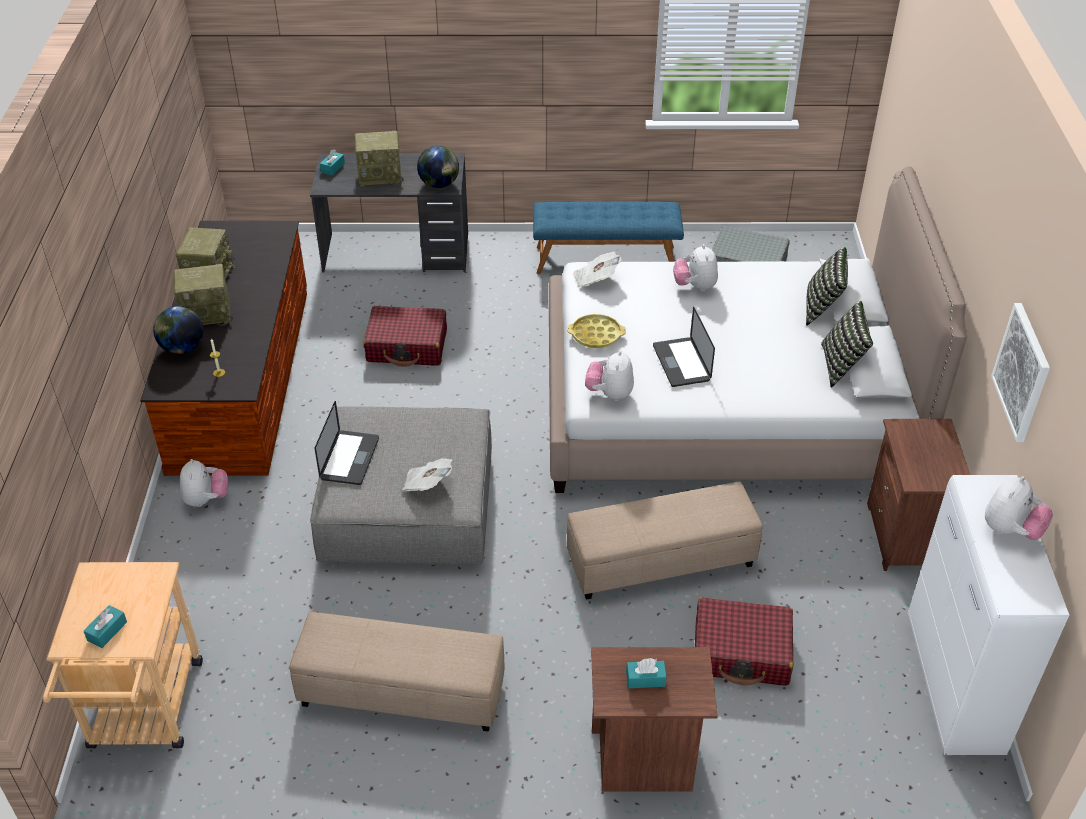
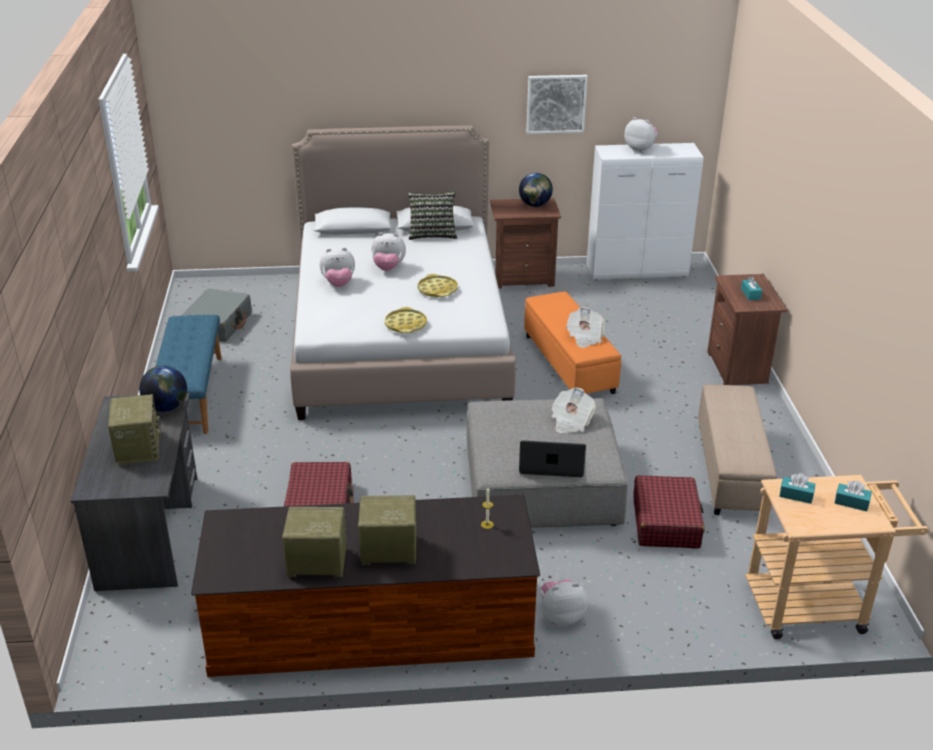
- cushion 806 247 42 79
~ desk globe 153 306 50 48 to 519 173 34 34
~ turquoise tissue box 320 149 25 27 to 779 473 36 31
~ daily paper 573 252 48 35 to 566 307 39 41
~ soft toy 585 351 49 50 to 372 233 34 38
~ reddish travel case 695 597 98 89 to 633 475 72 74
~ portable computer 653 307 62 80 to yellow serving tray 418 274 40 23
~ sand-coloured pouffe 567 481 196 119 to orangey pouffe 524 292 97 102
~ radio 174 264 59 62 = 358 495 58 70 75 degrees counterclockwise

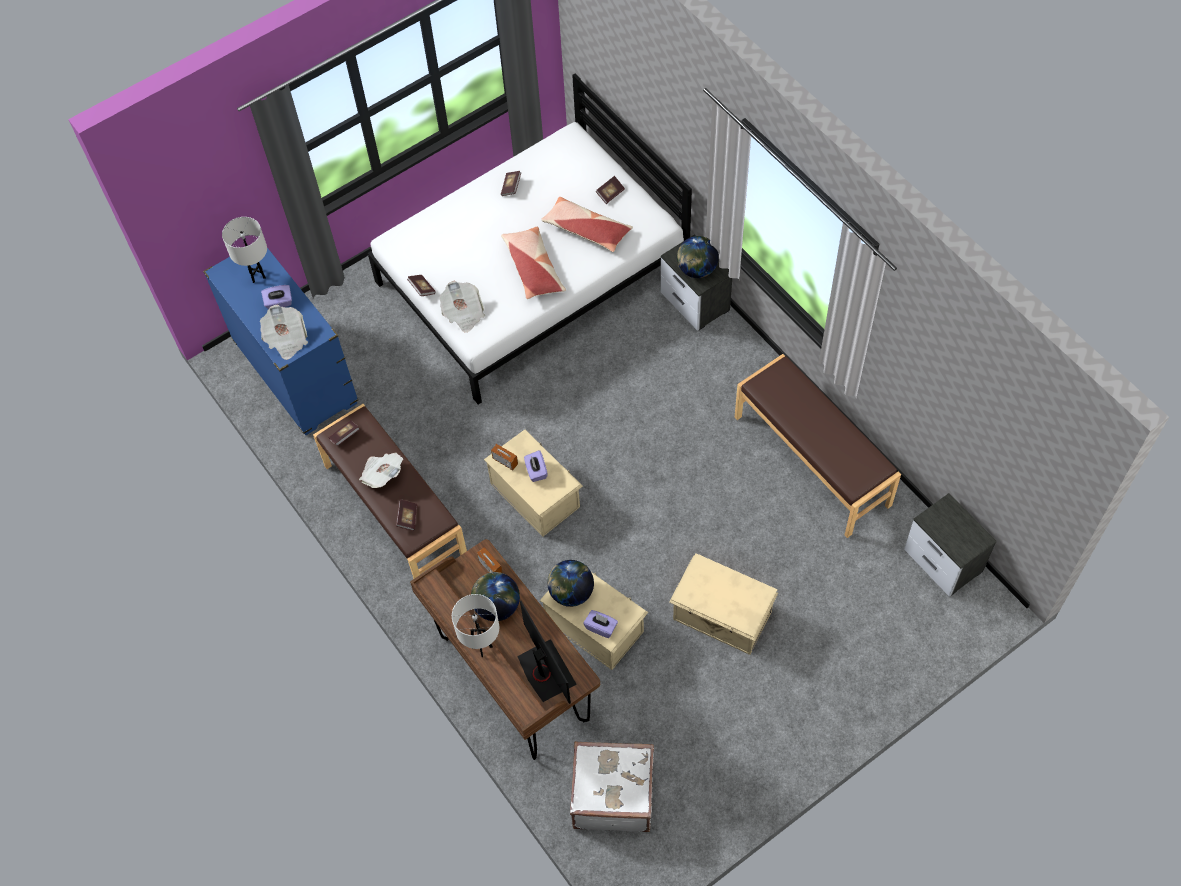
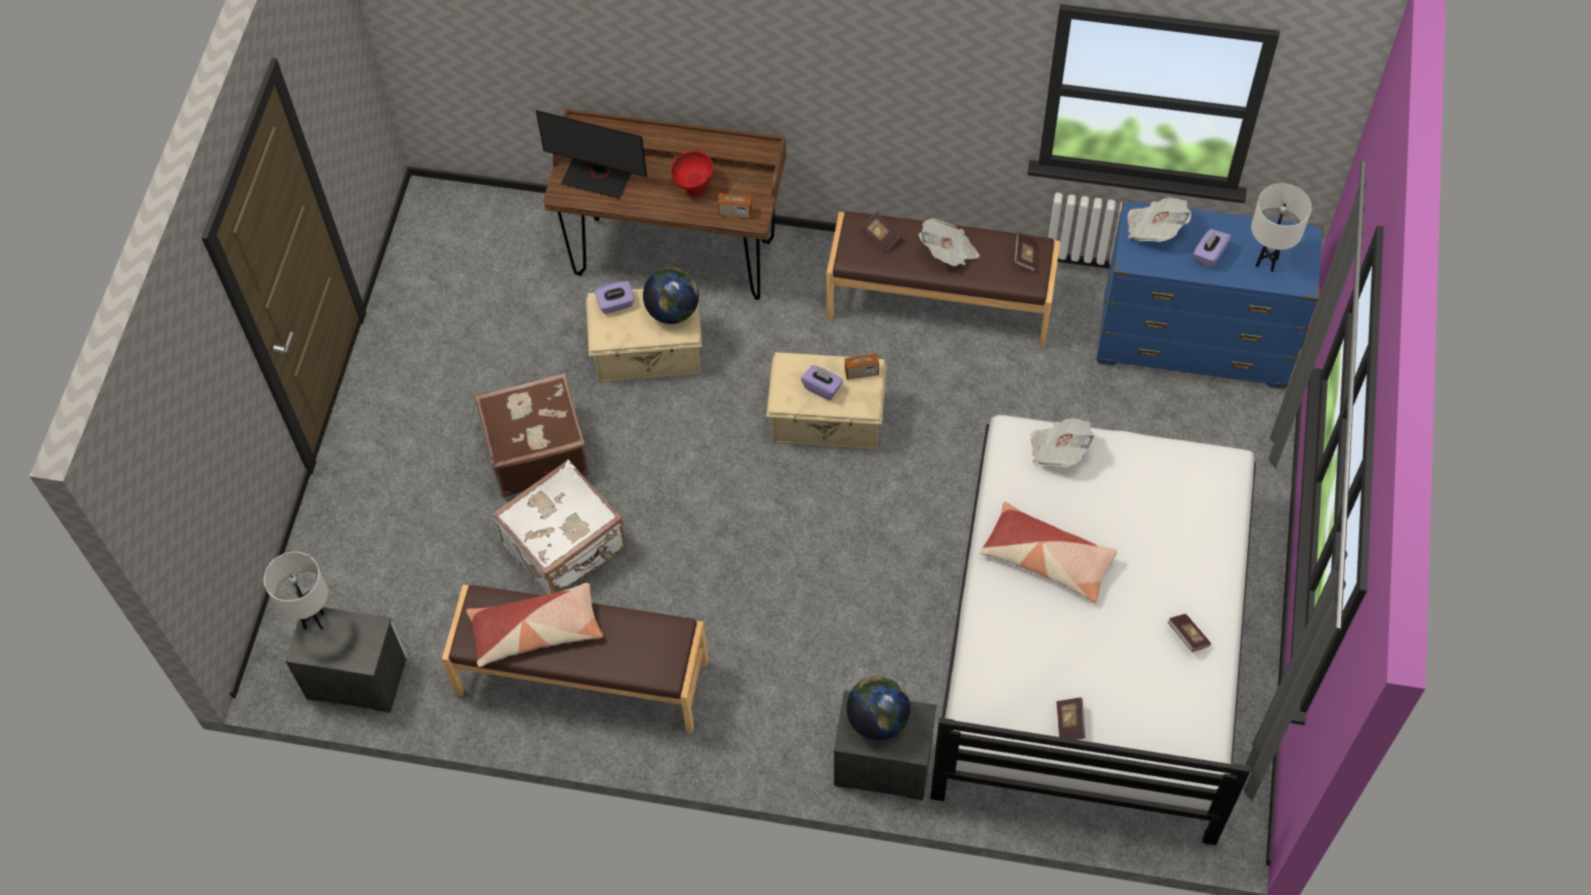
- volume 407 275 29 21
~ whitish table lamp 452 594 47 63 to 264 552 64 78
~ cushion 541 197 92 55 to 466 583 137 84
~ whitish travel case 570 741 84 91 to 493 460 134 134
~ desk globe 471 572 49 49 to reddish bowl 671 151 43 45
~ sand-coloured storage bin 669 553 109 102 to brown travel case 475 373 115 124

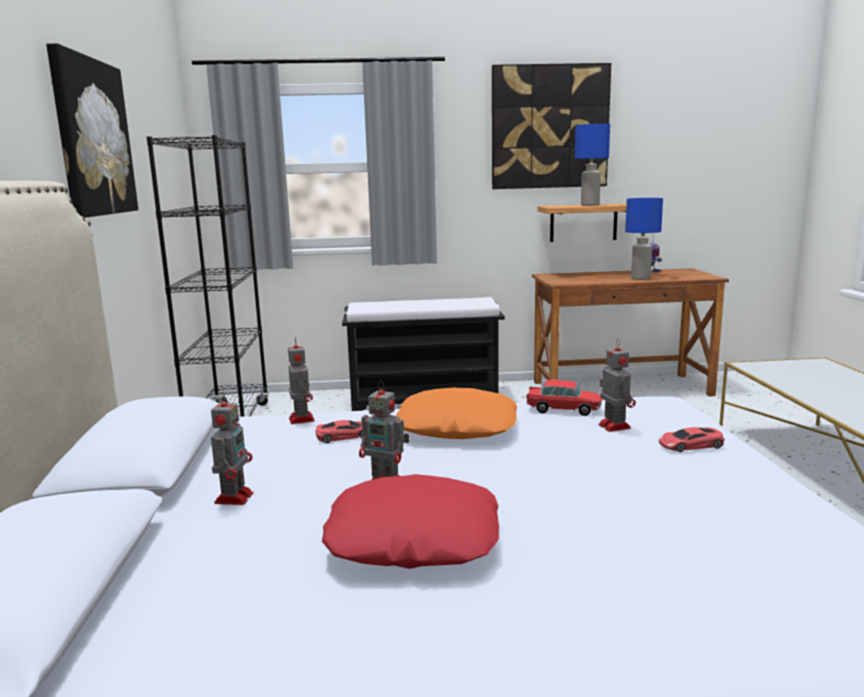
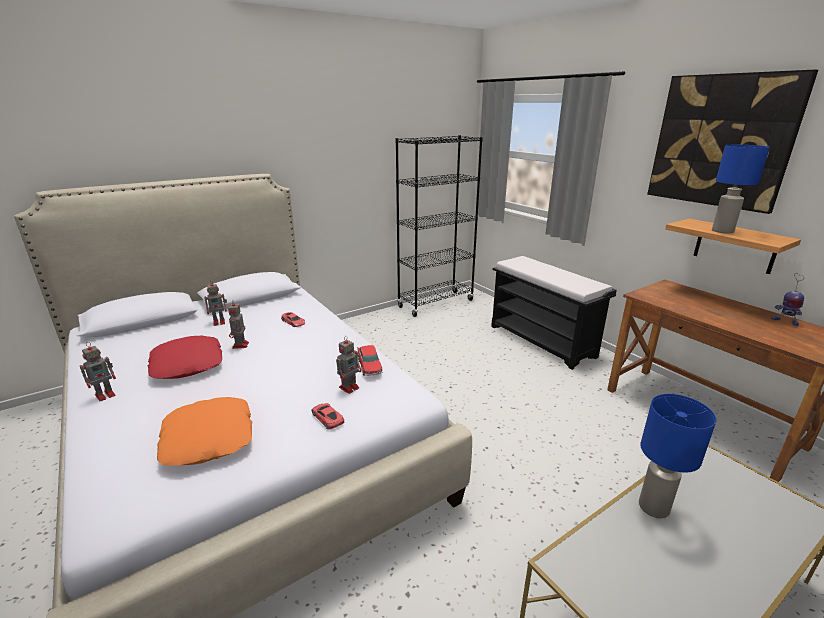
- wall art 46 43 92 175
~ model robot 288 337 27 87 to 80 342 36 59
~ orangey cushion 396 387 121 52 to 157 397 95 68
~ bluish table lamp 625 198 38 82 to 639 394 77 124

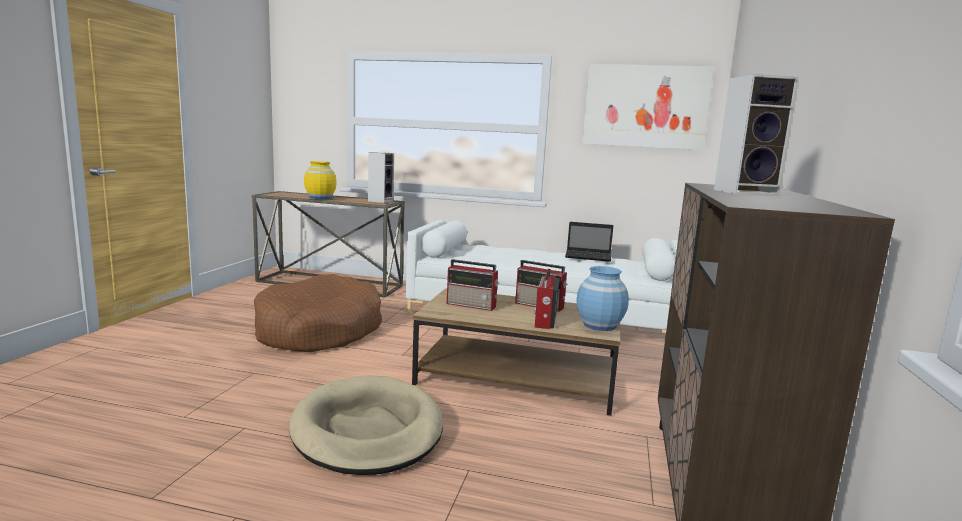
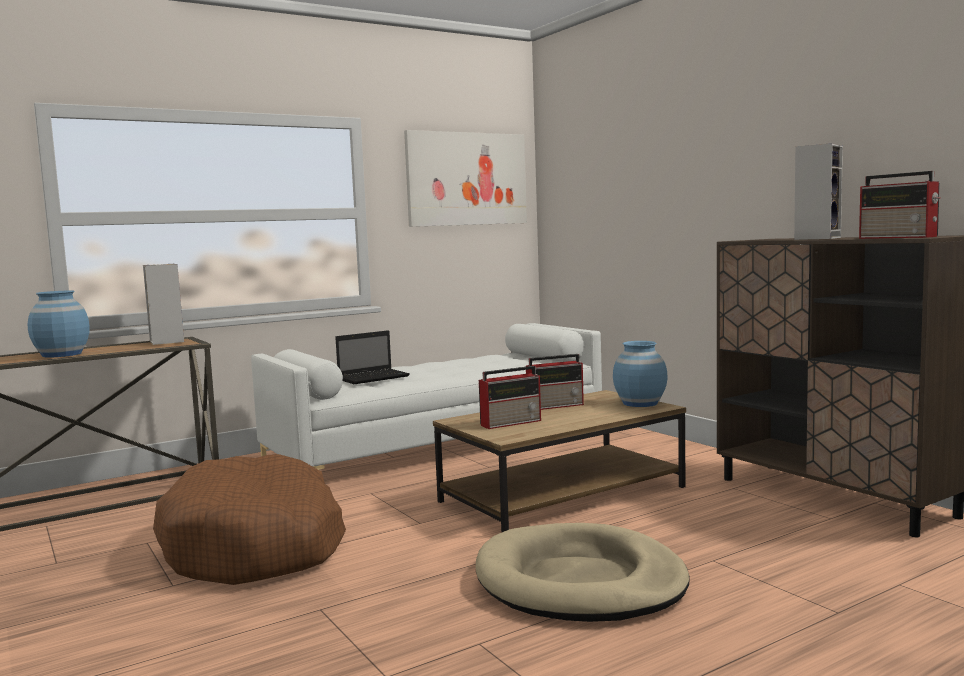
~ radio 534 269 25 60 to 859 171 82 68
~ portable computer 565 222 48 40 to 335 330 75 54
~ yellow vase 304 161 33 38 to bluish vase 28 290 62 68

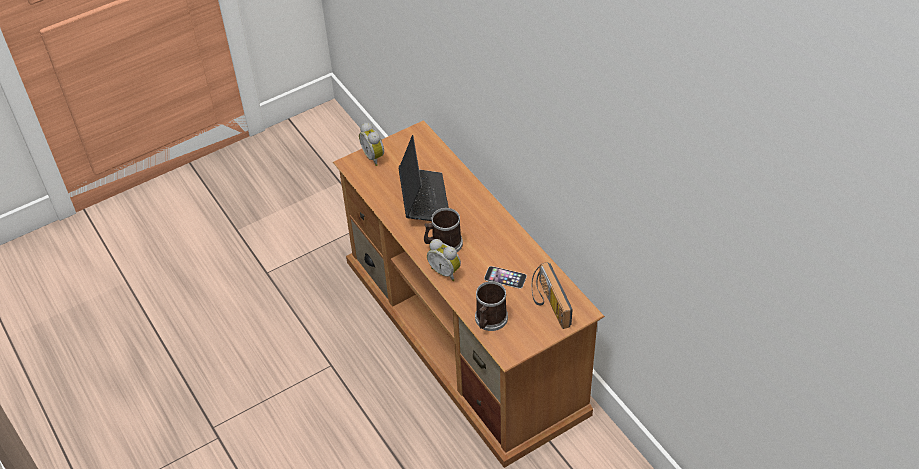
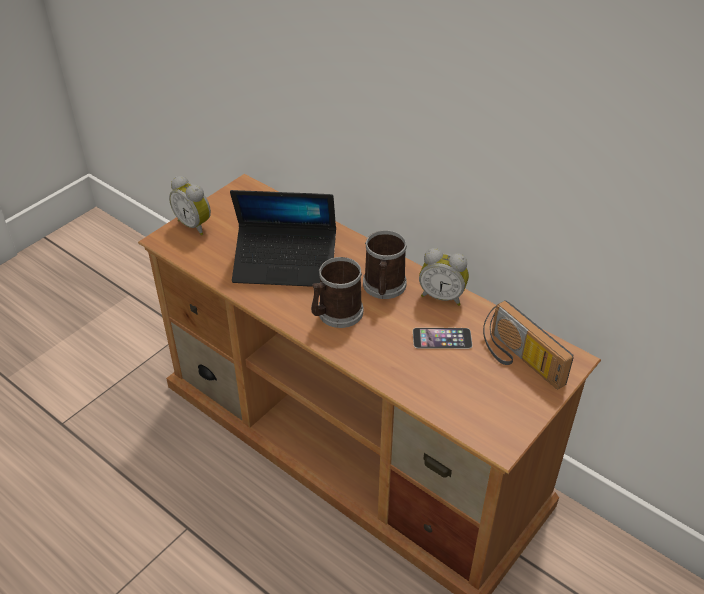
~ table clock 427 239 34 42 to 419 248 50 58
~ tea mug 475 281 33 50 to 363 230 44 69
~ portable computer 399 135 50 86 = 230 190 106 97 120 degrees clockwise

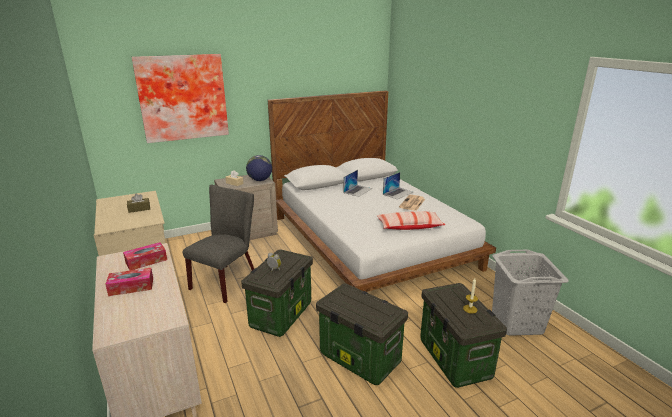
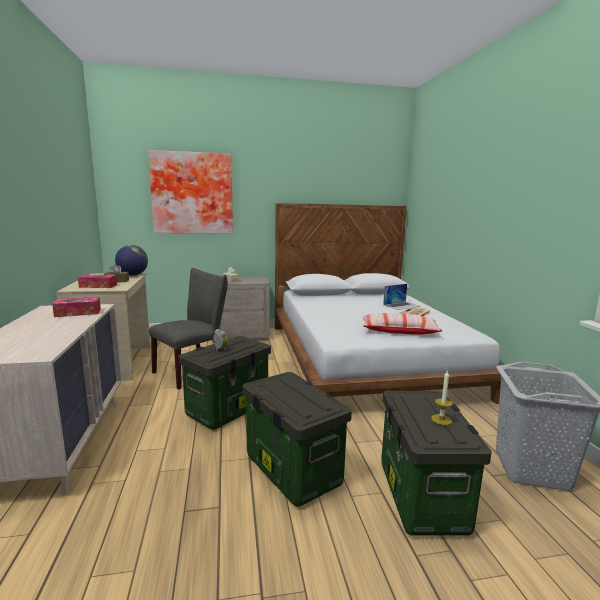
- portable computer 343 170 29 27
~ tissue box 105 268 48 28 to 78 274 39 14
~ desk globe 246 155 26 26 to 115 245 33 31

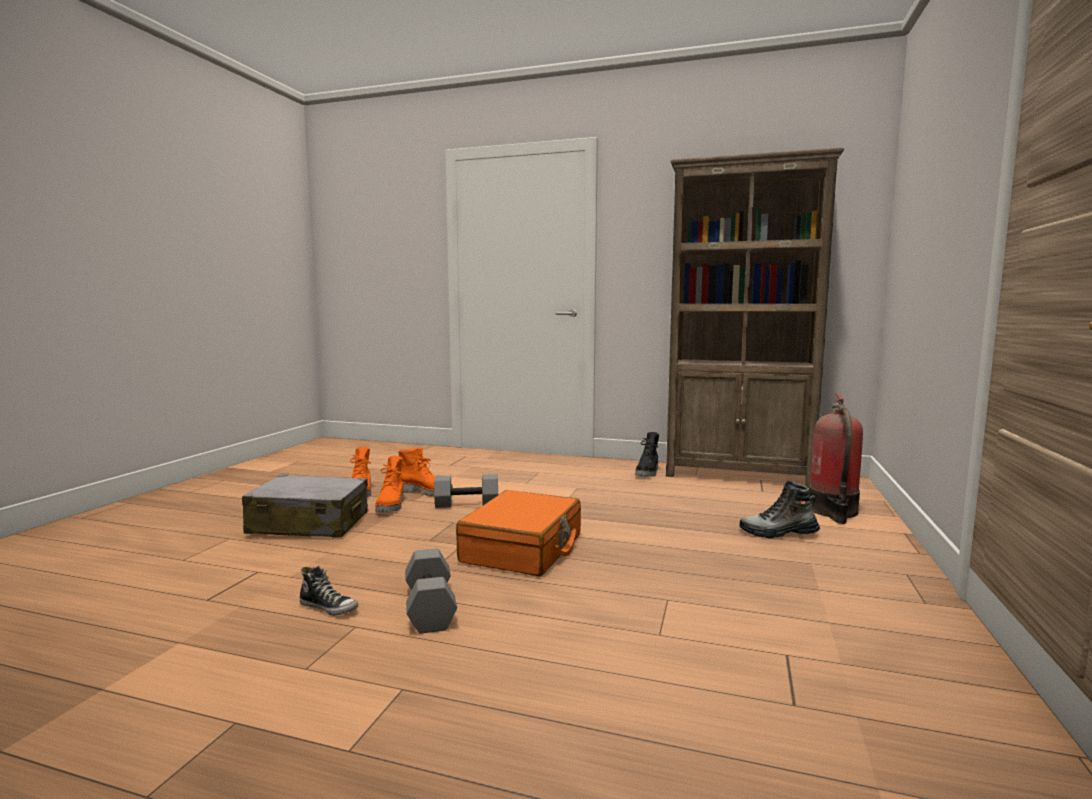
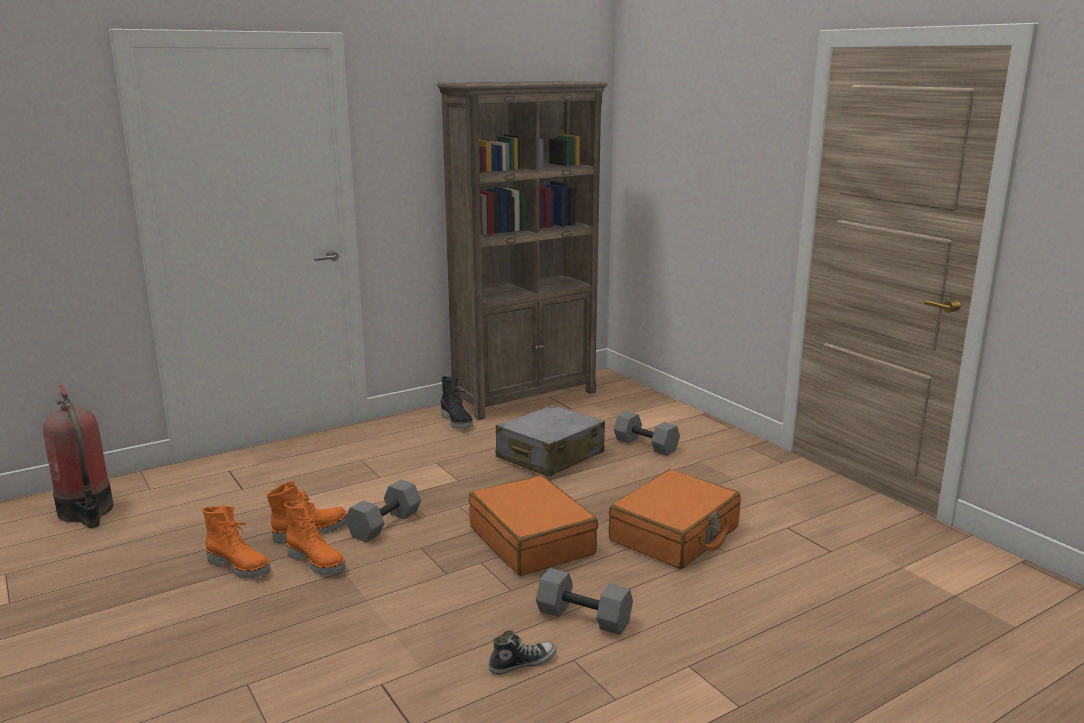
+ orangey travel case 609 469 132 100
~ grey travel case 242 474 126 64 to 496 405 109 72
~ fire-fighting cylinder 809 393 54 131 to 43 384 71 144
~ high-top boot 740 481 80 57 to grey dumbbell 614 411 66 45

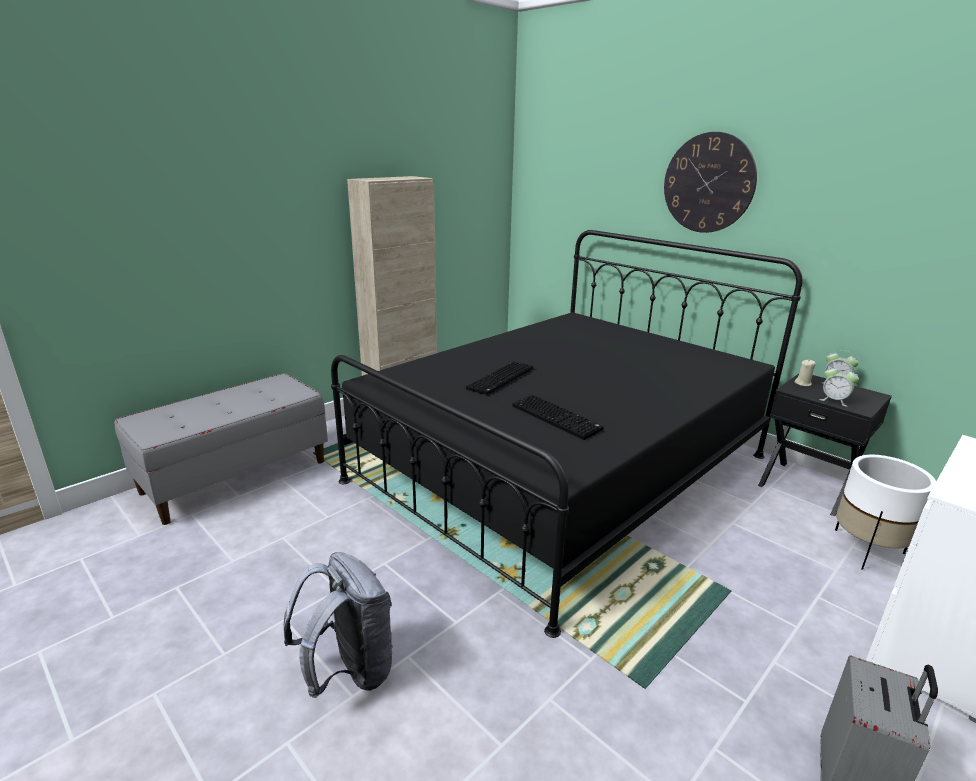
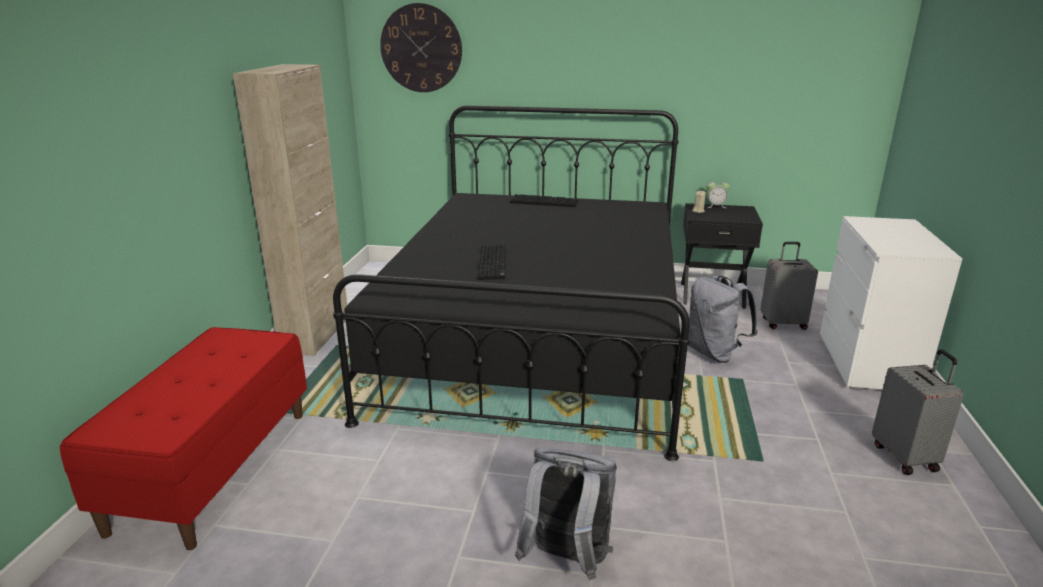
- table clock 819 365 40 42
+ grey knapsack 688 276 70 87
~ computer keyboard 512 395 92 45 to 510 194 68 13
~ wall clock 664 132 93 101 to 380 3 82 89
~ whitish flower pot 835 455 101 115 to grey travel case 760 242 58 88
~ grey bench 115 373 213 152 to reddish bench 60 327 247 223

